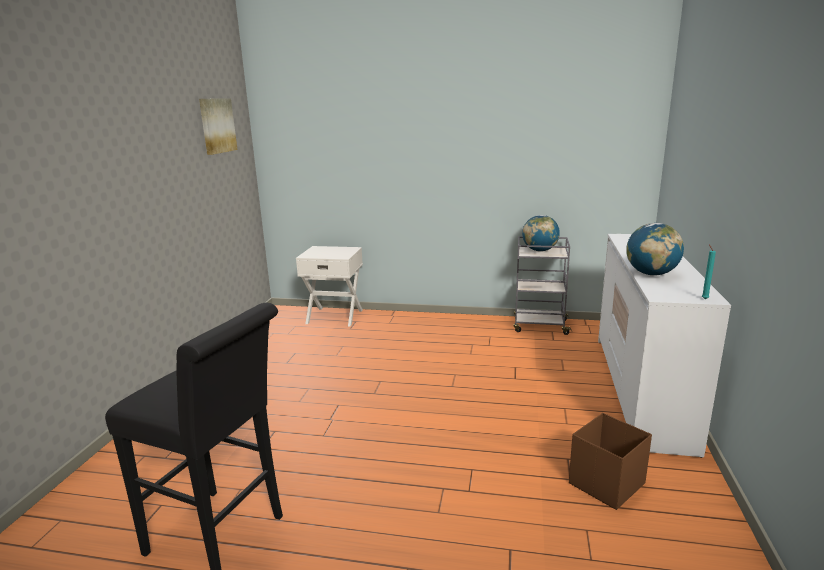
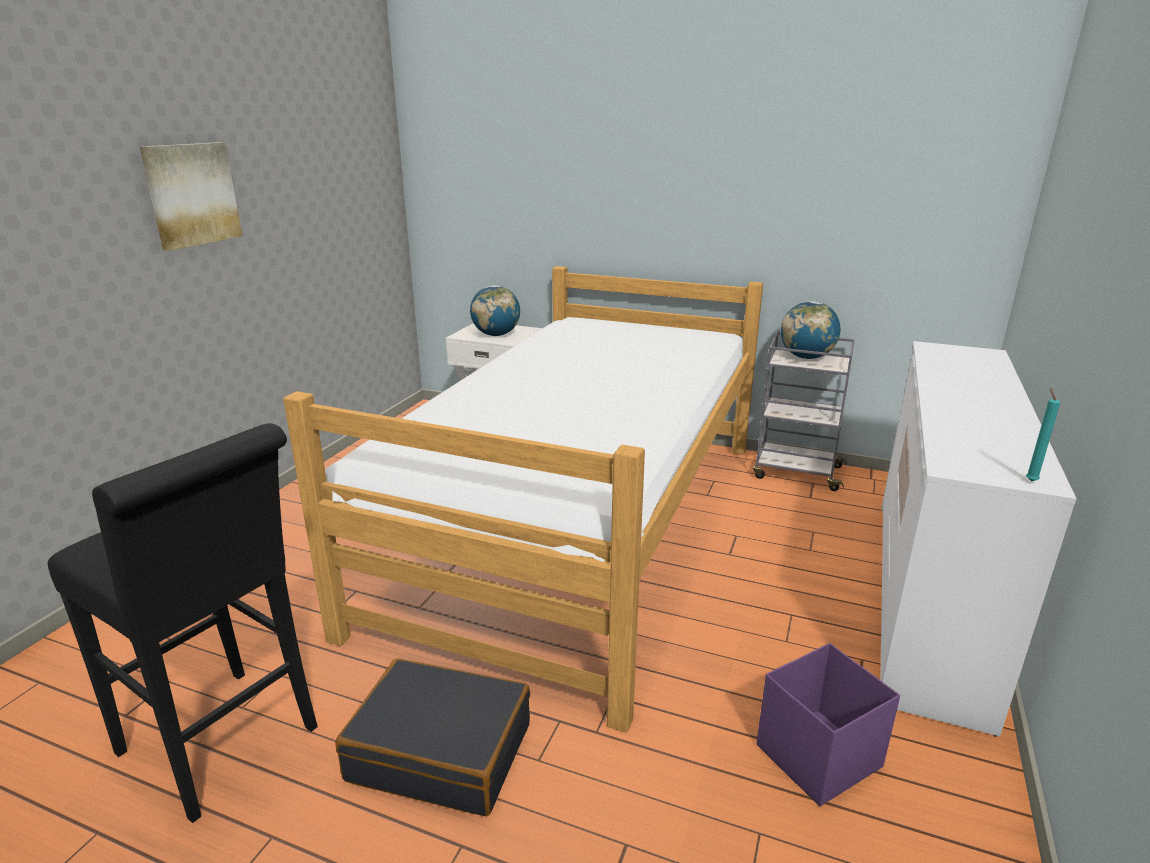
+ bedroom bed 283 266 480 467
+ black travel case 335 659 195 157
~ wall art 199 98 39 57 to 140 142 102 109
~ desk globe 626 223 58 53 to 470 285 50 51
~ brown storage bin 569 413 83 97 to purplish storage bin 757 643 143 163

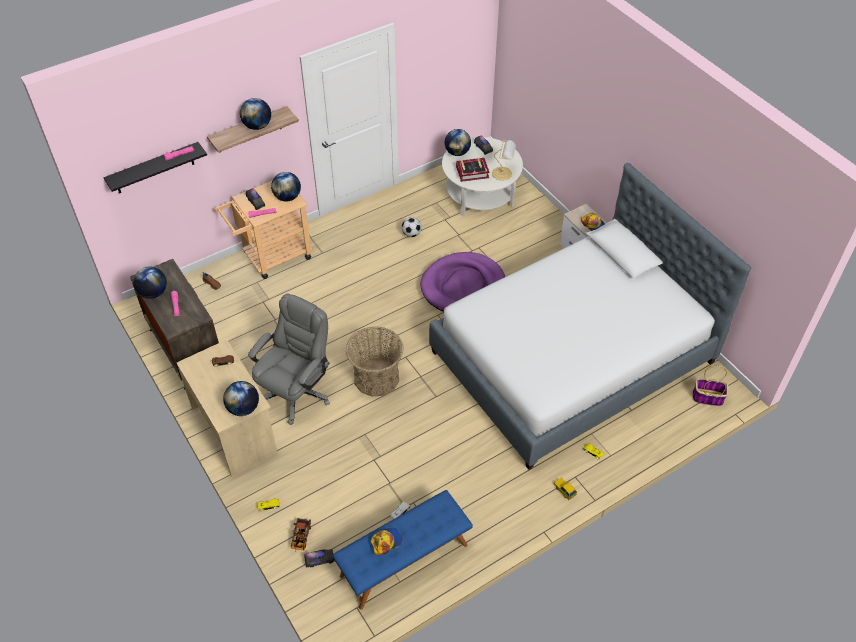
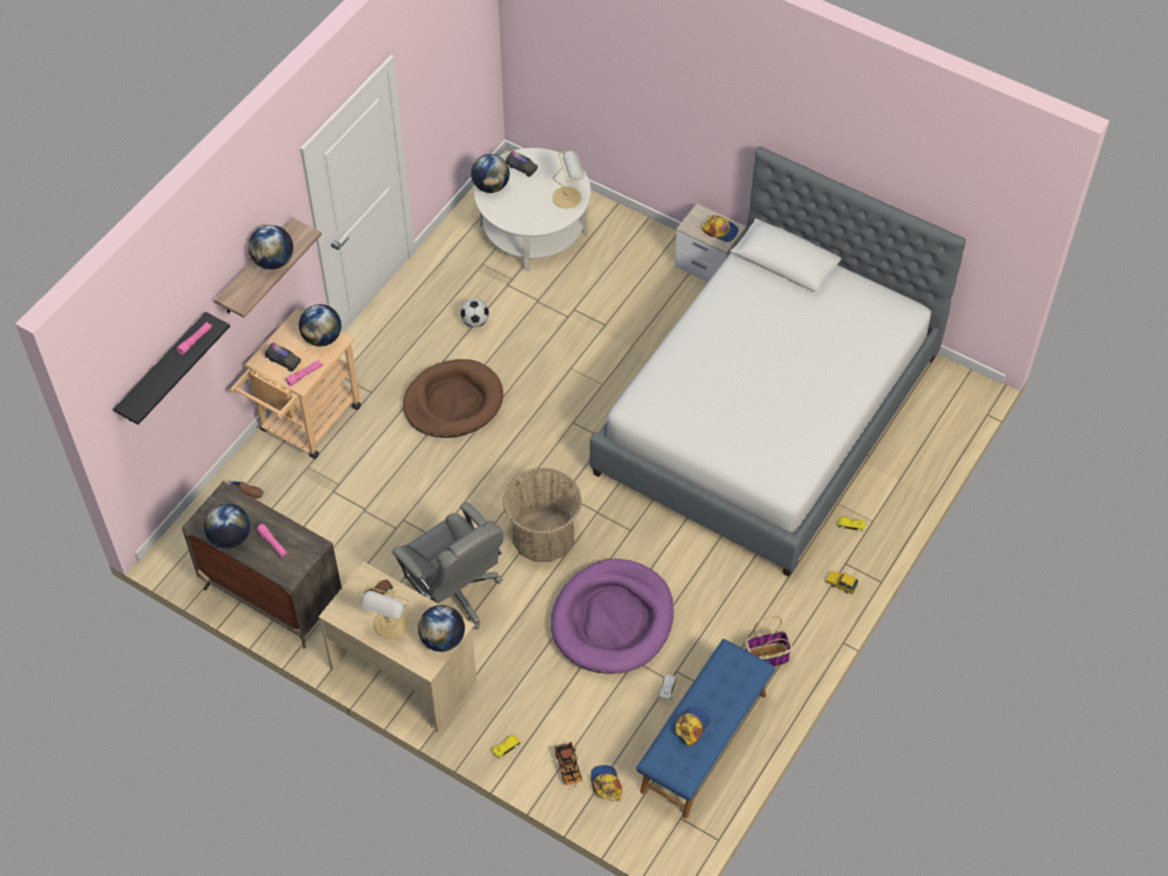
- volume 456 158 33 24
+ table lamp 361 586 49 53
+ brown pet bed 403 359 100 79
~ purplish pet bed 420 252 85 60 to 551 559 123 115
~ storage basket 692 366 37 40 to 745 616 48 51
~ model truck 304 549 31 19 to cap 591 765 31 36
~ grey desk chair 248 294 82 131 = 392 502 112 128 135 degrees clockwise

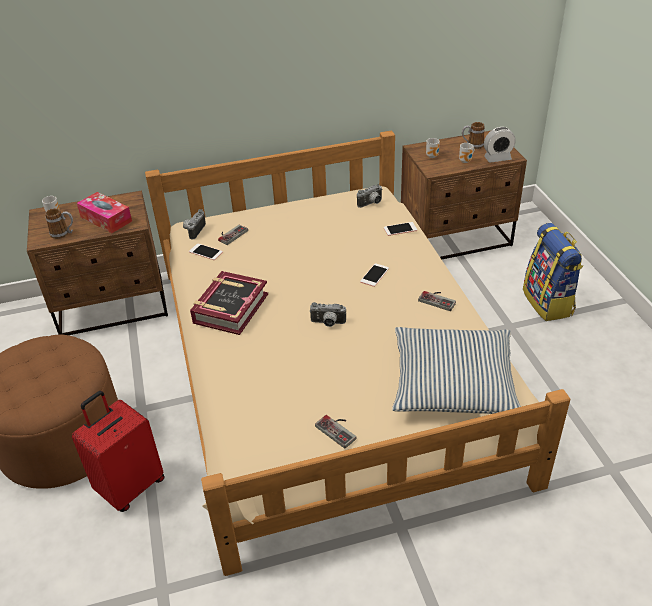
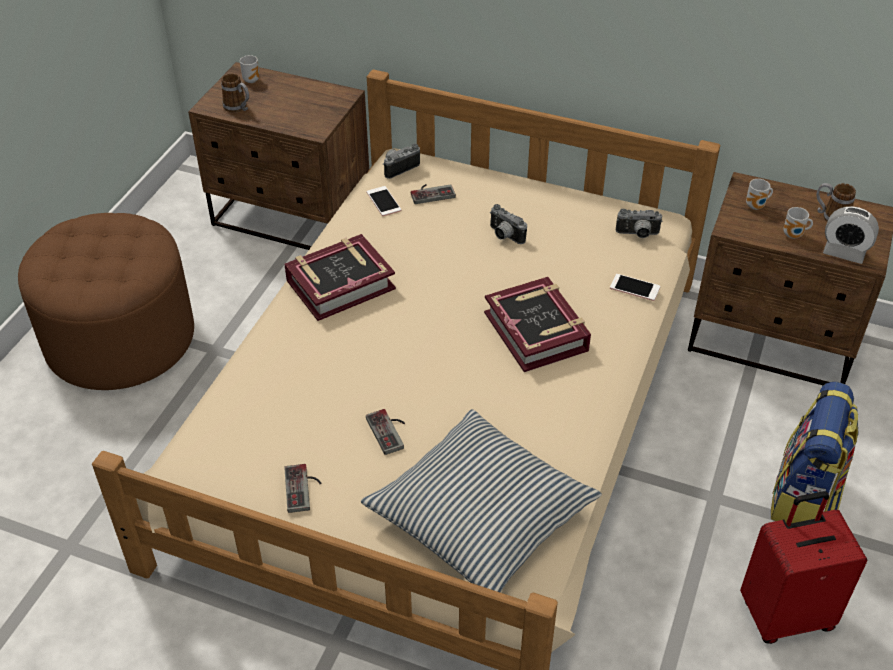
- tissue box 77 192 55 41
~ reddish travel case 72 391 93 121 to 740 491 127 153
~ photo camera 309 302 37 25 to 490 204 37 40
~ gamepad 418 291 38 20 to 366 409 39 46
~ handset 360 263 29 24 to volume 484 277 107 95

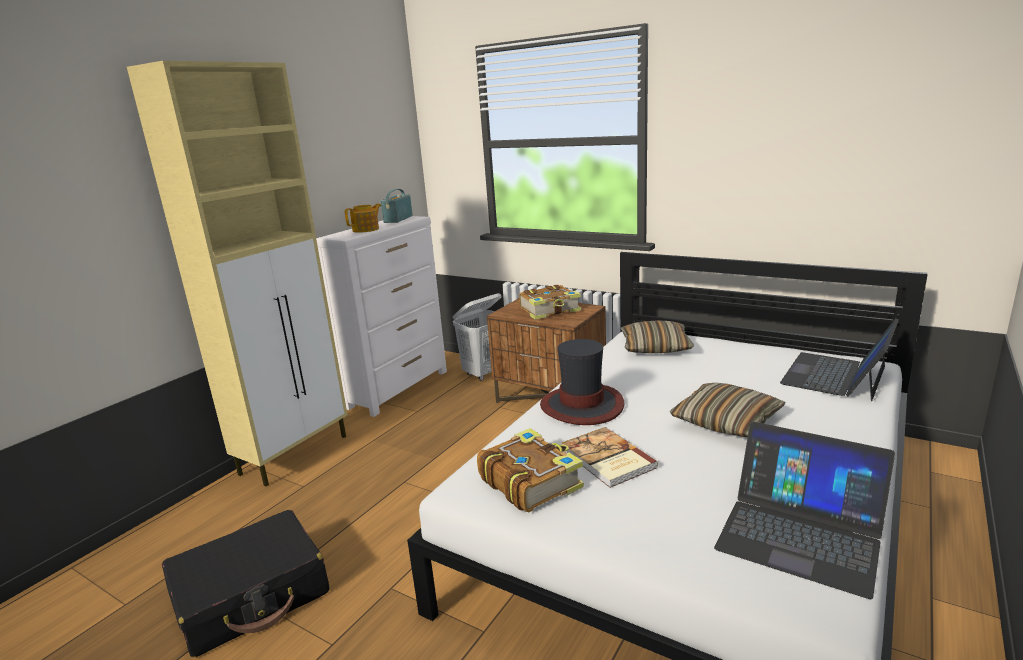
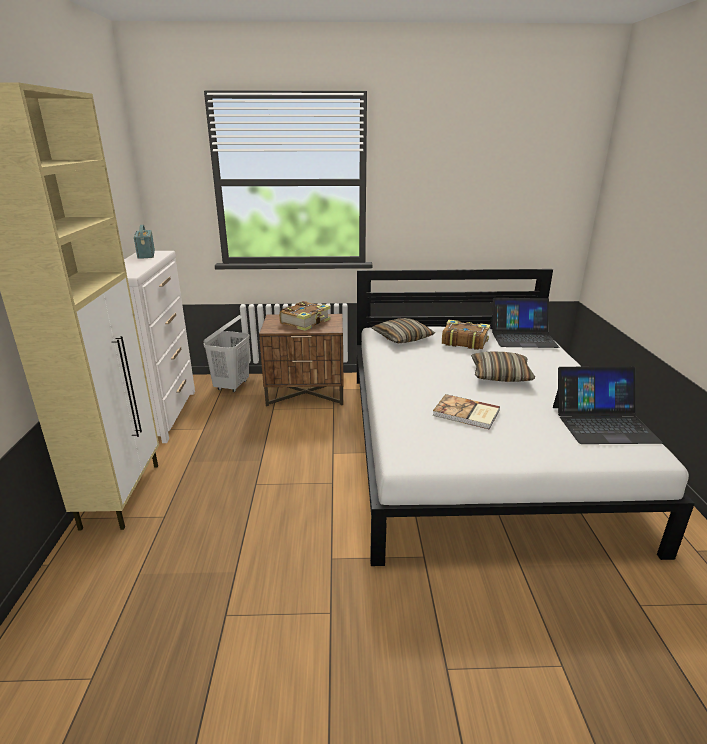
- black travel case 162 510 168 147
- tea pot 345 204 36 29
- wearable hat 540 339 84 86
~ volume 477 428 107 84 to 442 320 48 30
~ portable computer 780 318 119 83 = 490 298 69 50 90 degrees counterclockwise

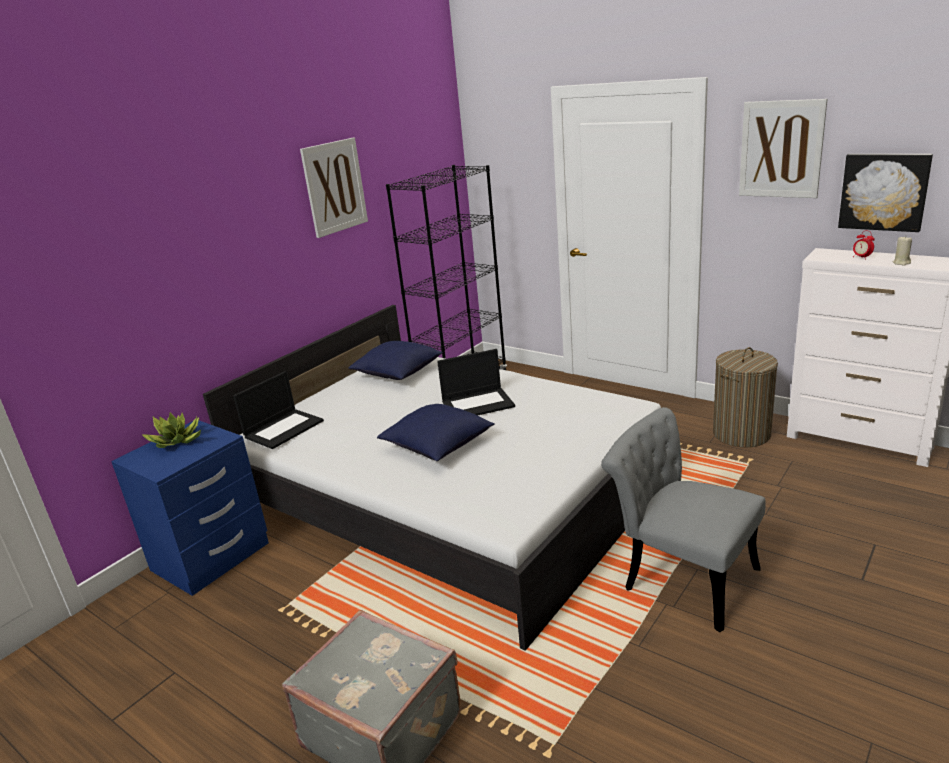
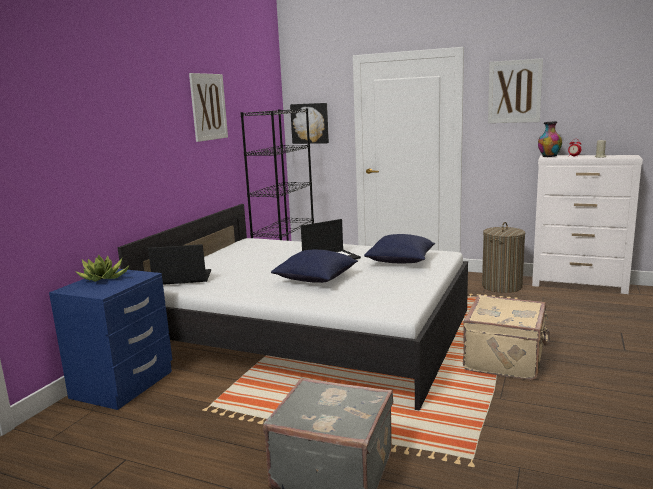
+ vase 538 121 24 36
~ bluish cushion 349 341 94 39 to 364 234 71 29
~ wall art 838 154 95 78 to 290 103 39 41
~ grey chair 601 407 165 225 to sand-coloured travel case 463 295 87 85
~ portable computer 233 371 91 78 = 148 244 63 41 120 degrees counterclockwise

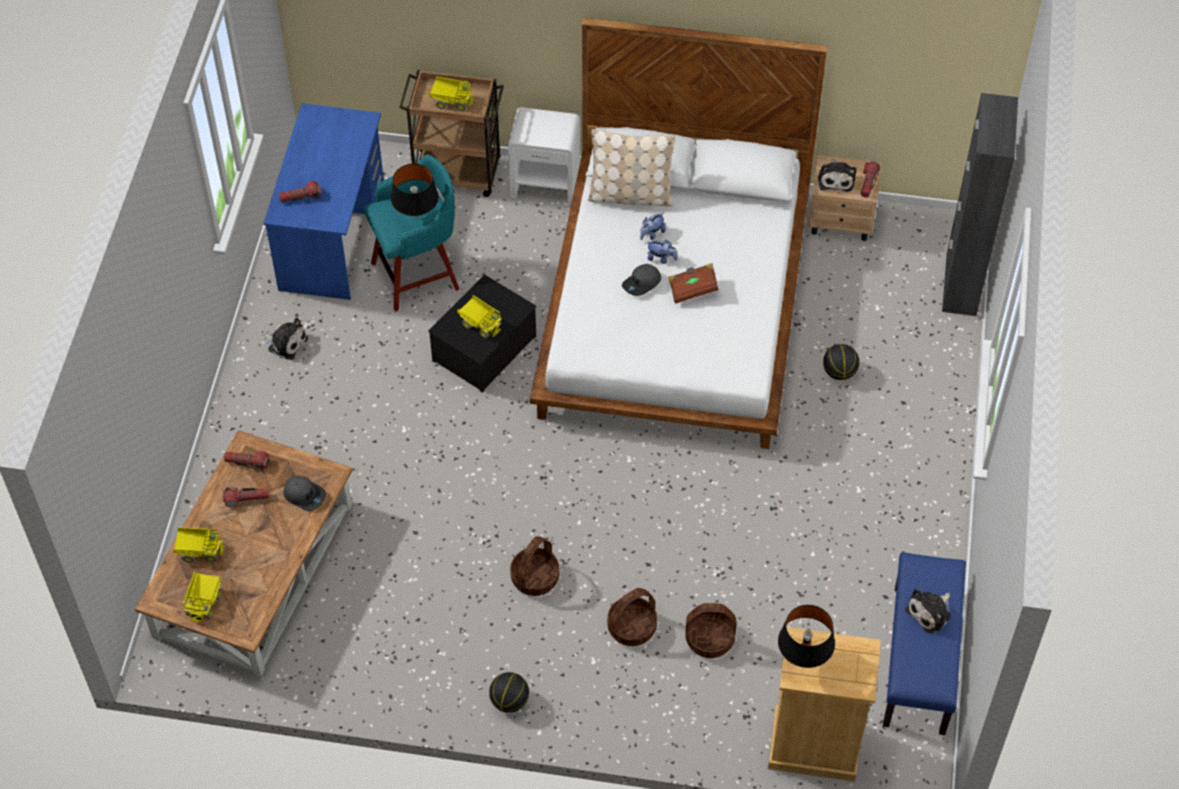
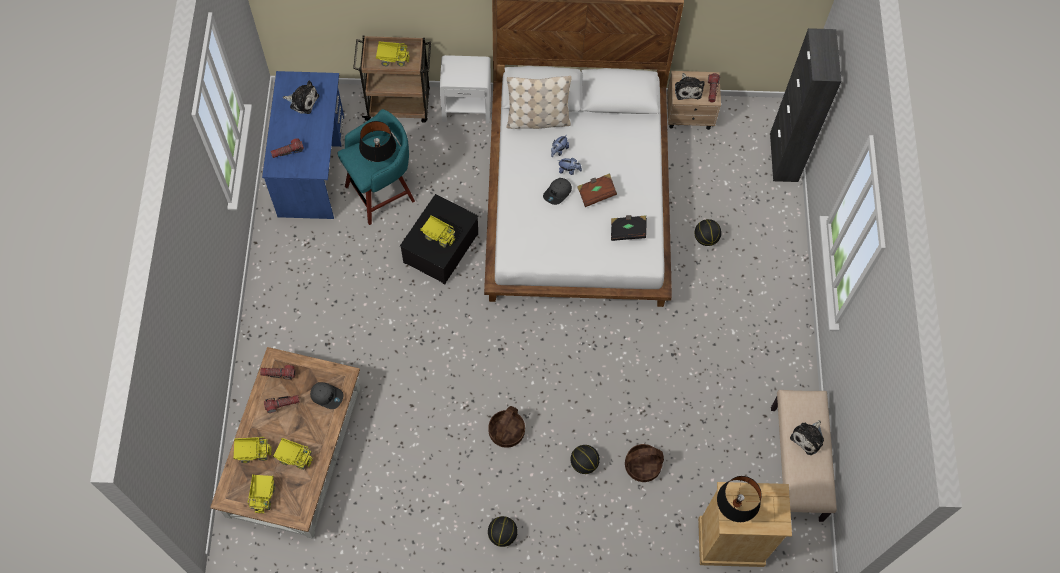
+ model truck 273 438 40 32
+ black volume 611 215 36 26
~ soft toy 261 317 47 43 to 283 81 36 33
~ storage basket 607 588 50 58 to basketball ball 570 445 30 29
~ bluish bench 883 552 83 183 to sand-coloured bench 771 390 66 132

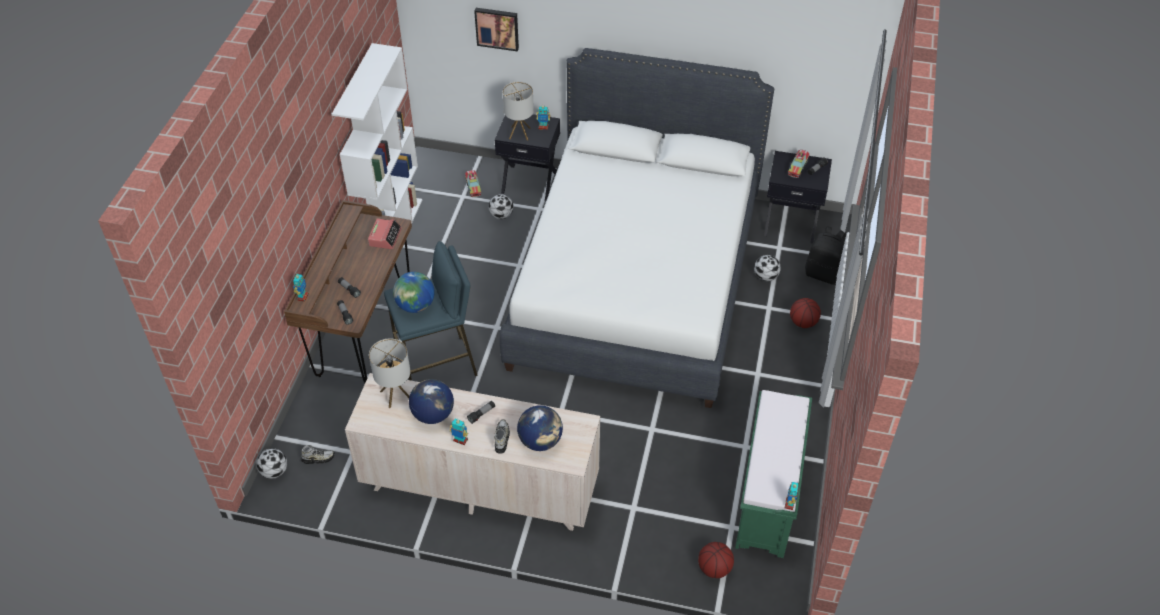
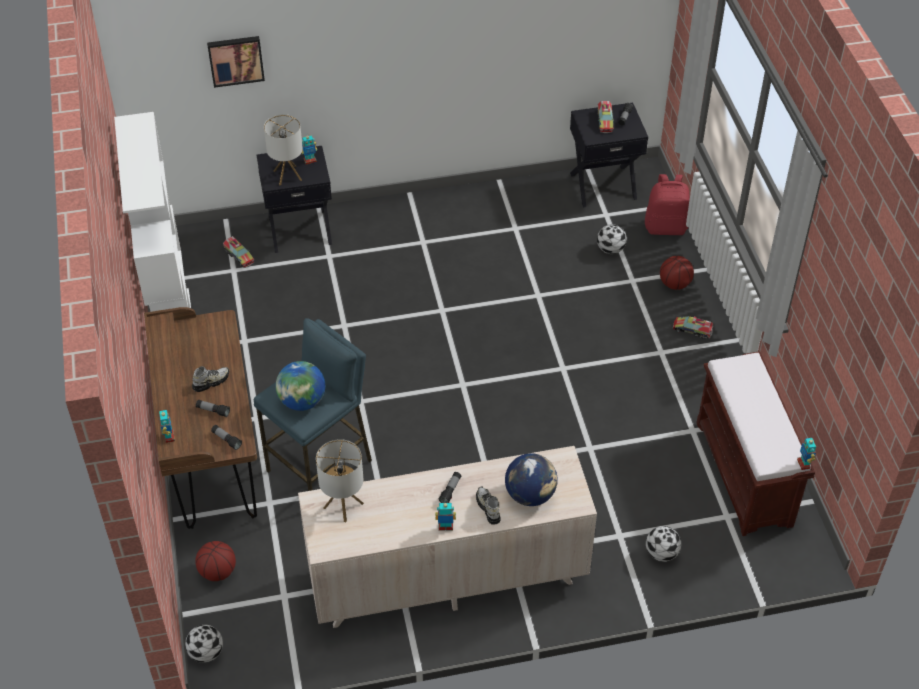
- table clock 368 218 34 31
- desk globe 409 379 45 45
- whitish bedroom bed 500 48 274 360
+ model truck 673 316 40 23
~ item of footwear 301 445 34 19 to 192 366 37 26
~ football 488 194 26 25 to 646 526 35 36
~ basketball ball 698 542 36 36 to 195 541 41 40
~ green bench 735 390 77 168 to brown bench 696 351 119 185
~ black knapsack 805 226 41 59 to reddish knapsack 645 174 45 61

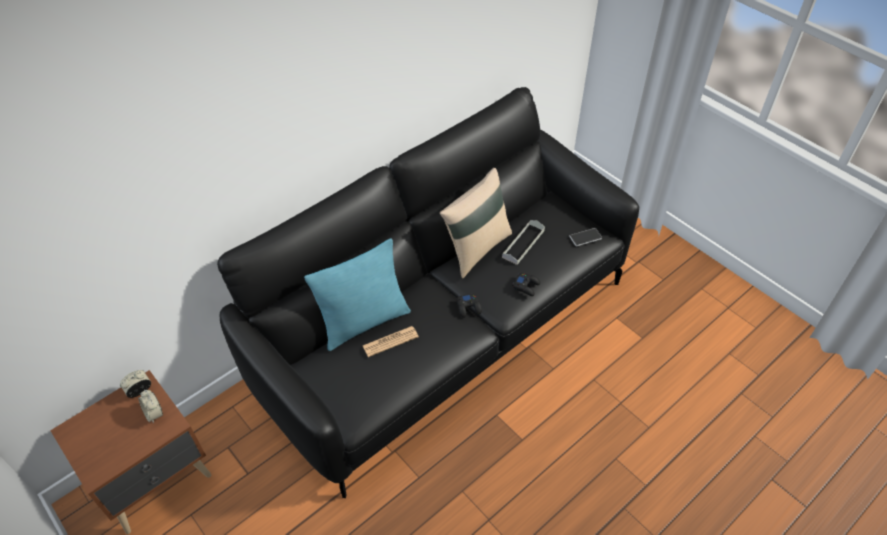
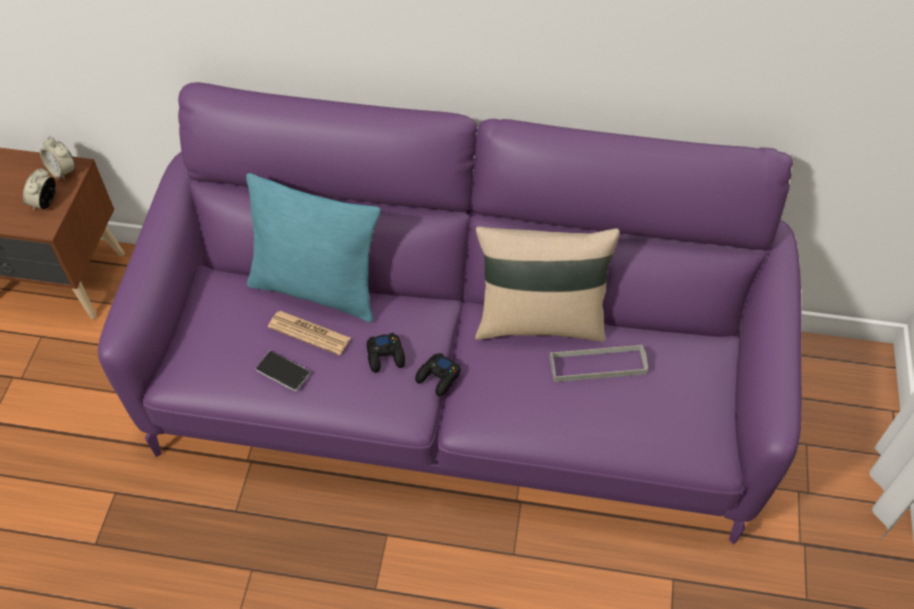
~ black gamepad 512 273 28 23 to 367 333 38 40
~ handset 569 228 33 18 to 255 351 55 40
~ black couch 217 87 422 411 to purplish couch 98 82 704 462
~ table clock 120 370 31 28 = 40 136 35 44 150 degrees counterclockwise

